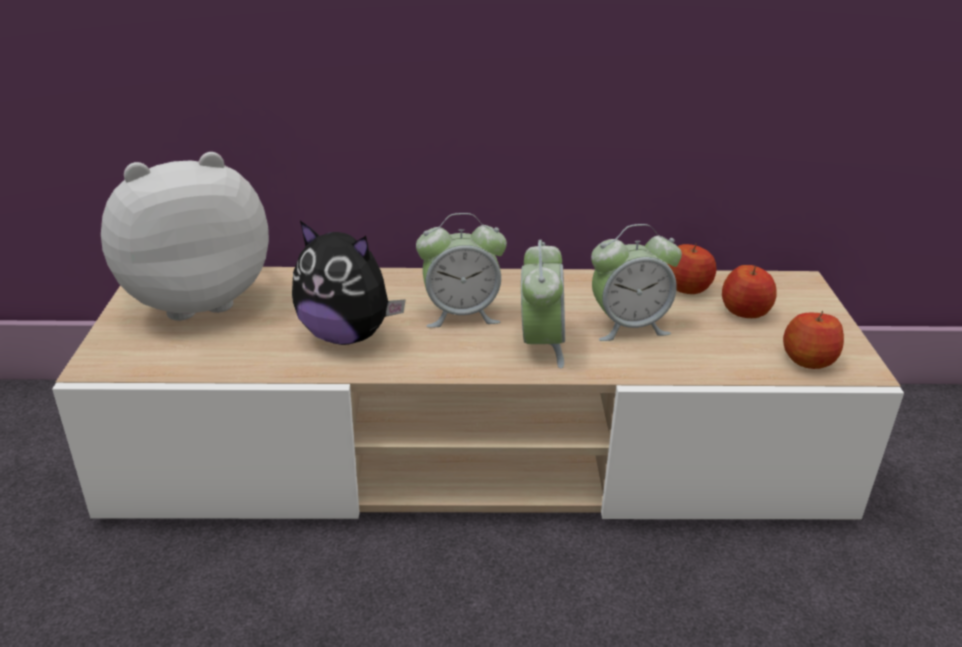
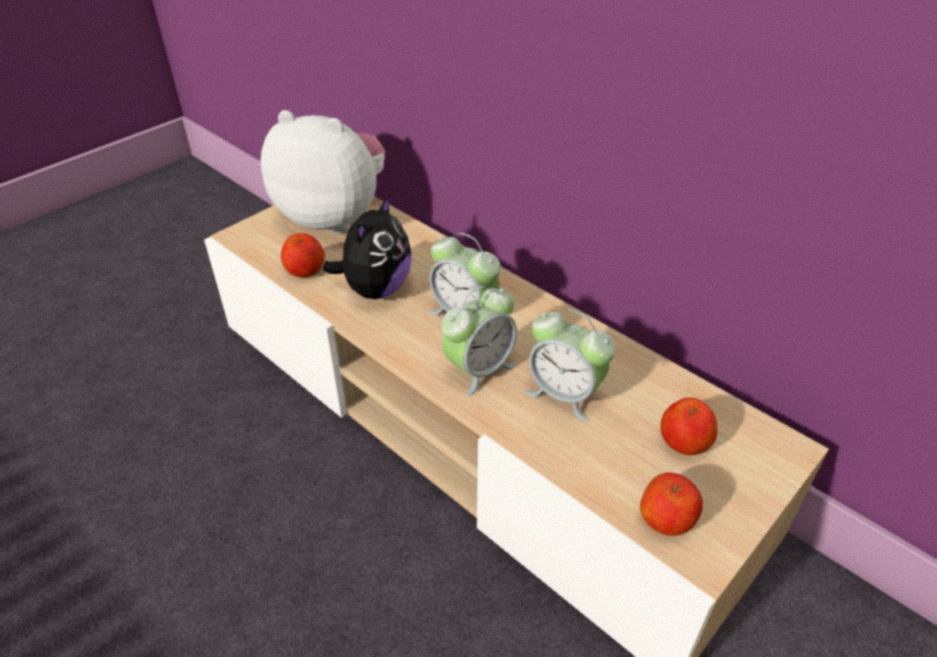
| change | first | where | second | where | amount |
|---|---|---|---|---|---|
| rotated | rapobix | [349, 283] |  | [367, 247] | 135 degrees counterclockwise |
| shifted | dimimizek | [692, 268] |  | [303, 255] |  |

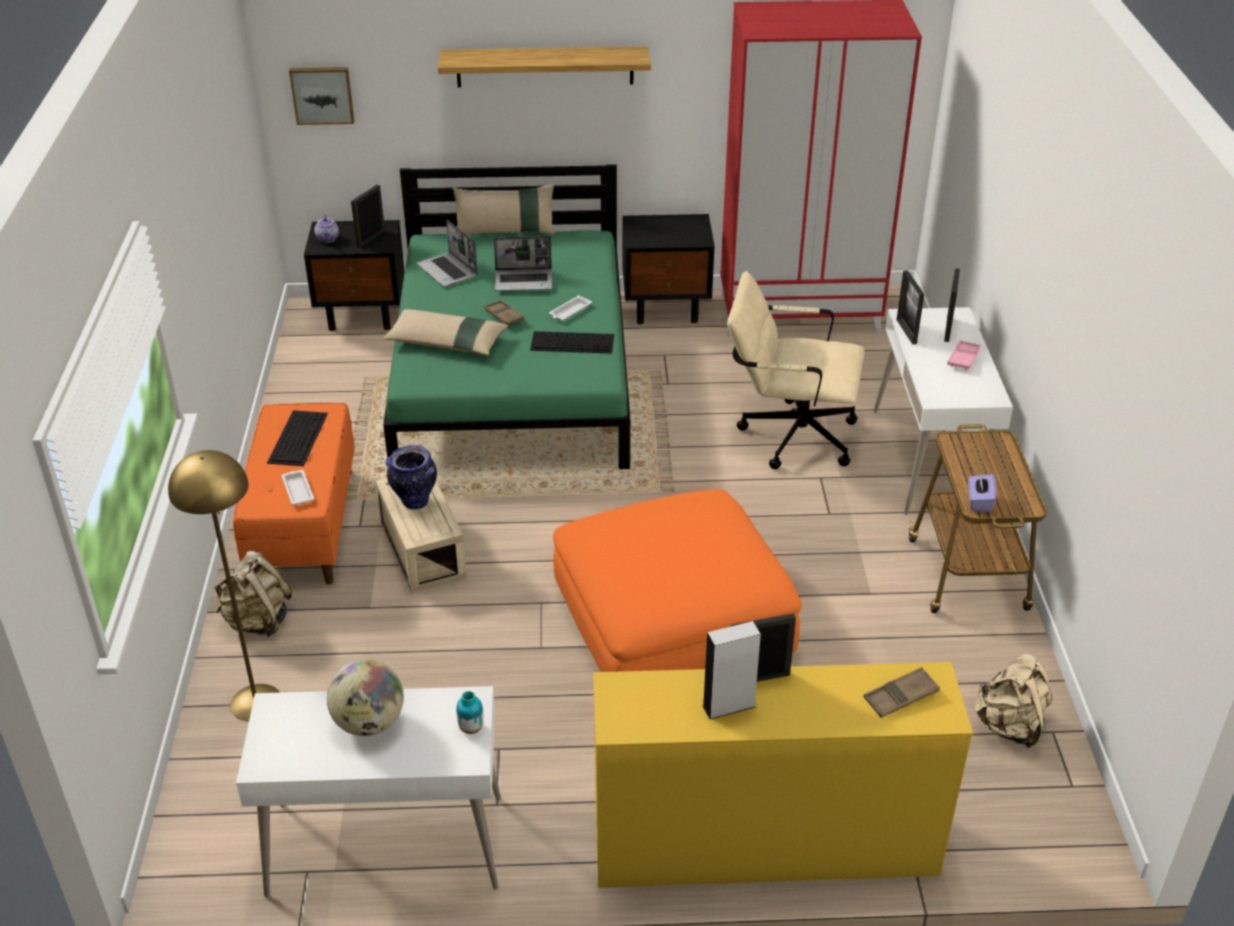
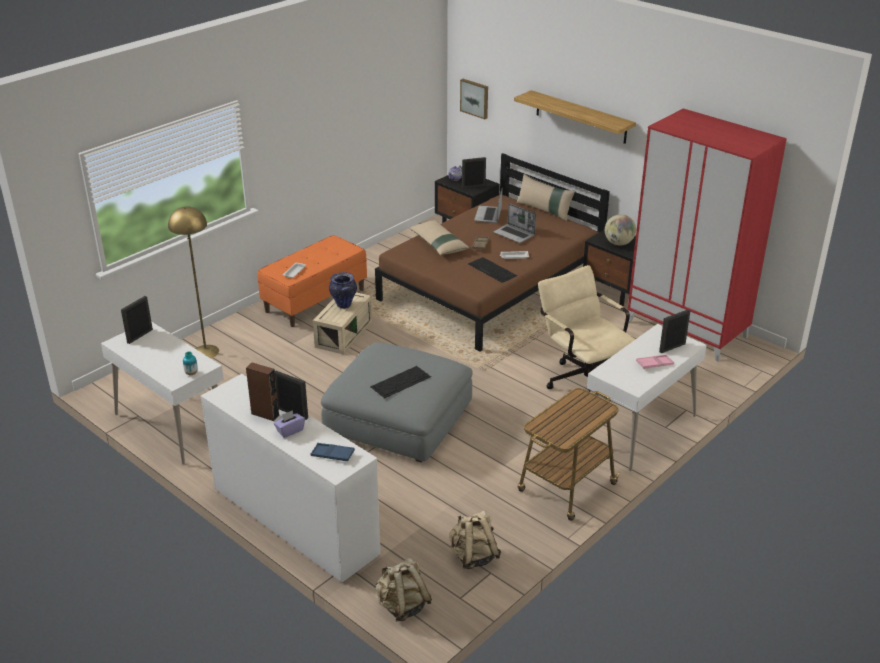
| change | first | where | second | where | amount |
|---|---|---|---|---|---|
| repainted | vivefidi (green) | [506, 316] | vivefidi (brown) | [492, 252] |  |
| shifted | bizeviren | [910, 307] |  | [137, 320] |  |
| shifted | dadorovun | [297, 438] |  | [400, 382] |  |
| shifted | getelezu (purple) | [982, 492] |  | [289, 424] |  |
| repainted | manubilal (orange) | [677, 580] | manubilal (grey) | [397, 403] |  |
| shifted | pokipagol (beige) | [253, 594] |  | [403, 589] |  |
| repainted | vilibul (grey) | [731, 670] | vilibul (brown) | [263, 392] |  |
| shifted | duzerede | [365, 698] |  | [620, 230] |  |
| repainted | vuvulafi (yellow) | [783, 775] | vuvulafi (white) | [291, 478] |  |
| repainted | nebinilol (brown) | [902, 692] | nebinilol (blue) | [332, 452] |  |

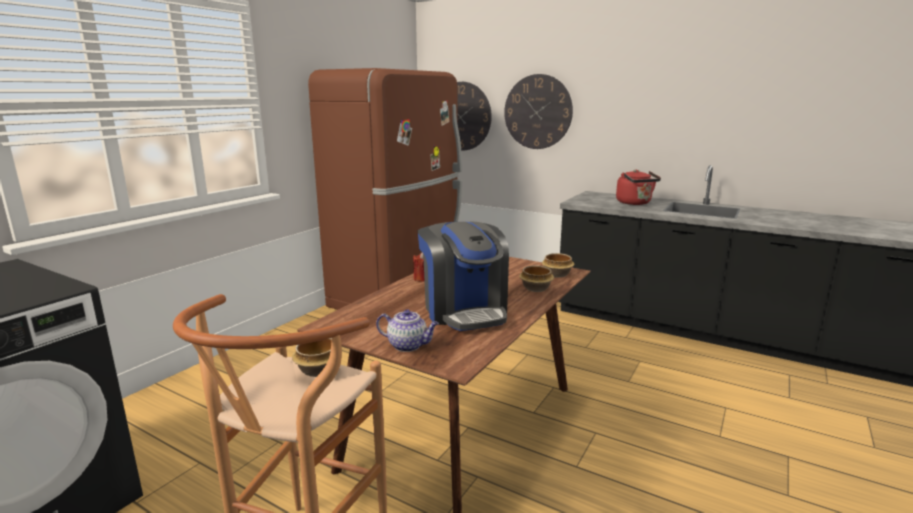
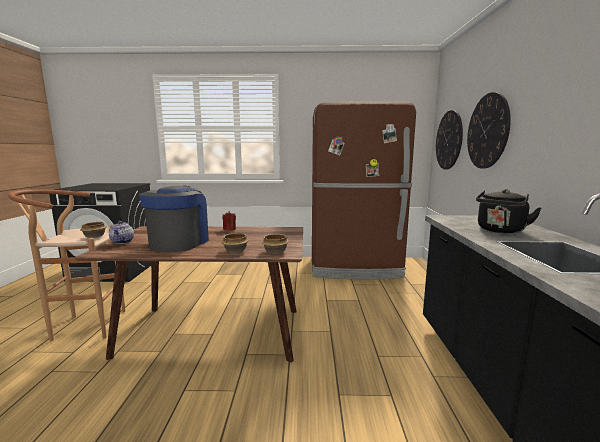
| change | first | where | second | where | amount |
|---|---|---|---|---|---|
| repainted | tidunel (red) | [638, 187] | tidunel (black) | [508, 211] |  |
| rotated | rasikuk | [463, 276] |  | [174, 219] | 150 degrees clockwise |

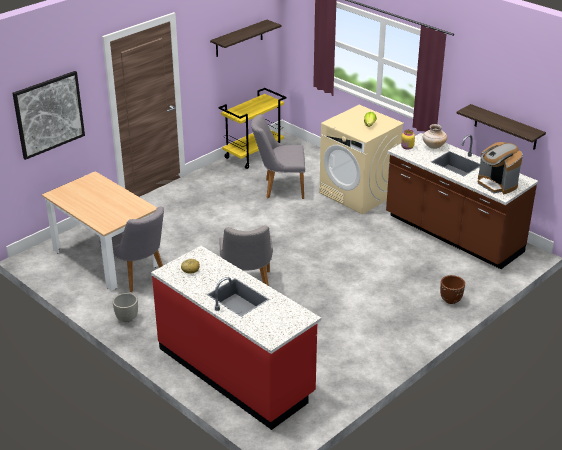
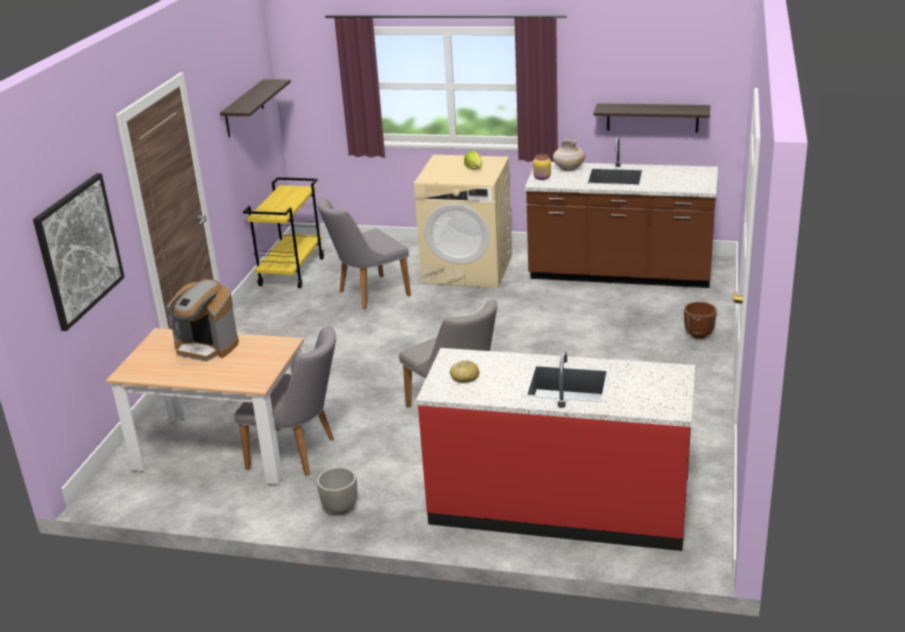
| change | first | where | second | where | amount |
|---|---|---|---|---|---|
| shifted | rasikuk | [500, 168] |  | [203, 320] |  |

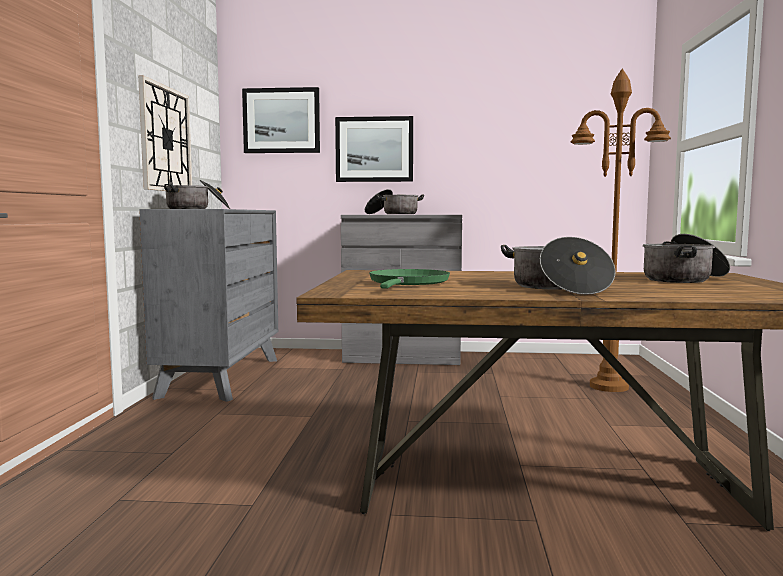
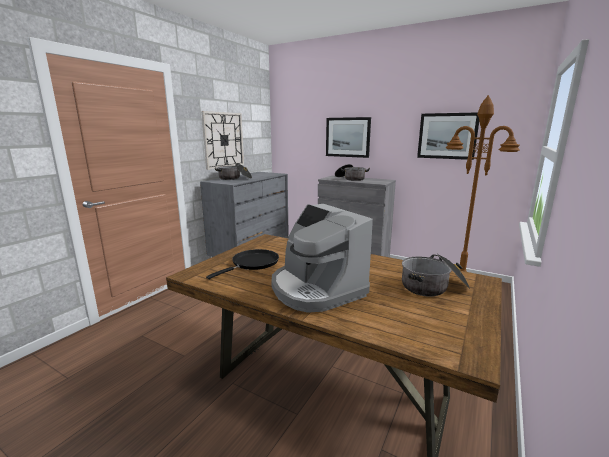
| change | first | where | second | where | amount |
|---|---|---|---|---|---|
| shifted | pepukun | [281, 120] |  | [448, 136] |  |
| swapped | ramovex | [558, 266] | rasikuk | [322, 258] |  |
| repainted | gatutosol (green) | [409, 279] | gatutosol (black) | [242, 264] |  |

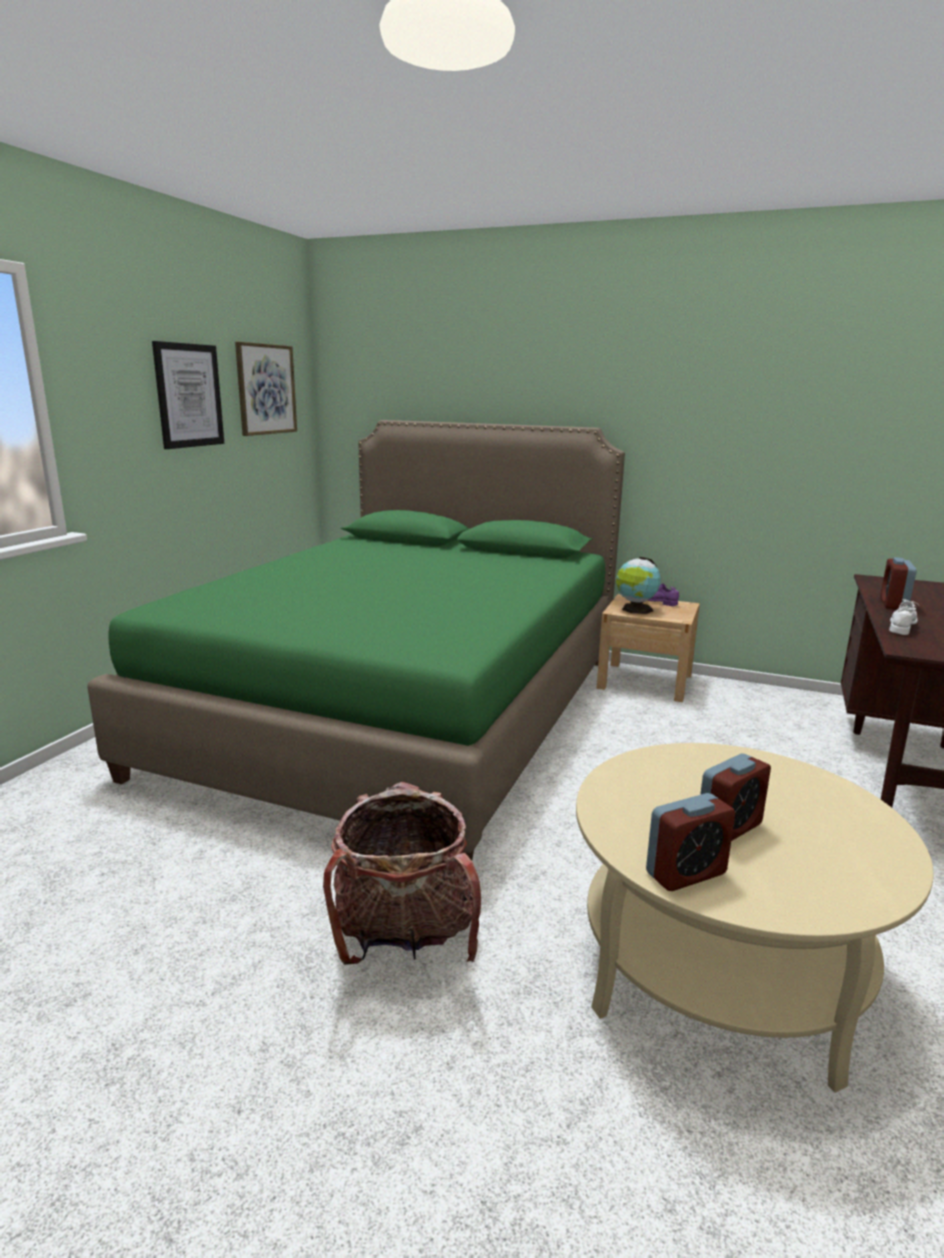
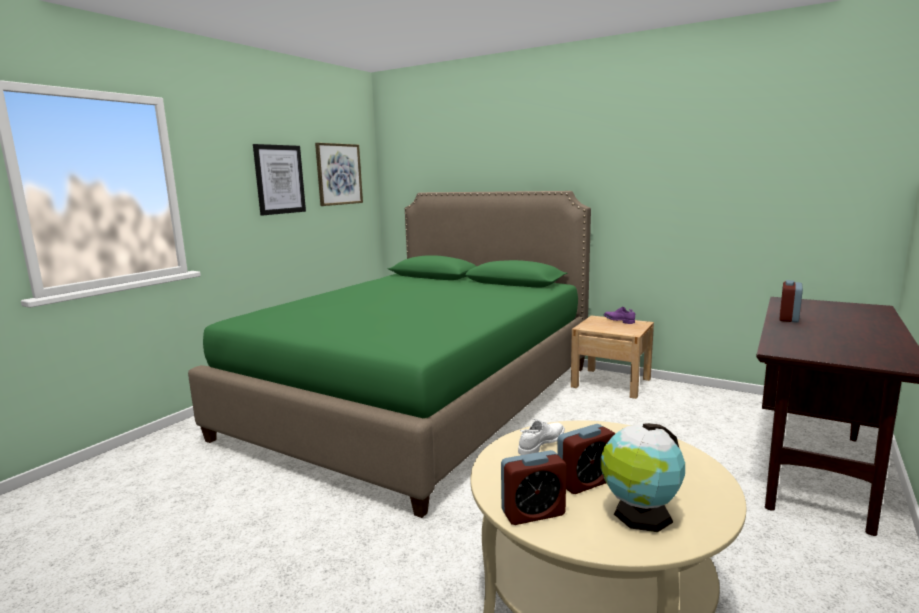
| change | first | where | second | where | amount |
|---|---|---|---|---|---|
| shifted | duzerede | [638, 585] |  | [643, 477] |  |
| shifted | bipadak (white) | [903, 617] |  | [541, 437] |  |
| gone | pokipagol | [402, 873] |  |  |  |

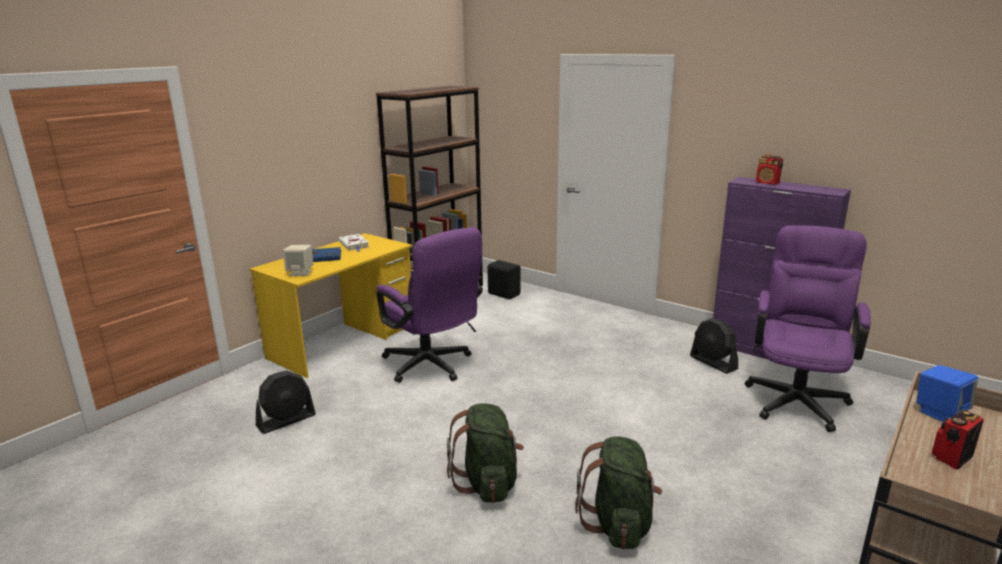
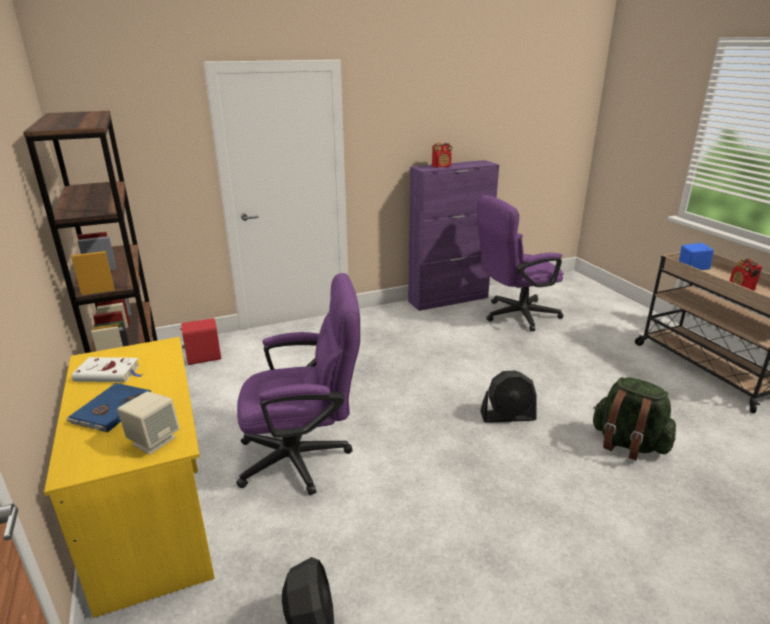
| change | first | where | second | where | amount |
|---|---|---|---|---|---|
| rotated | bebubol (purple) | [808, 328] |  | [520, 263] | 75 degrees counterclockwise |
| repainted | vilibul (black) | [504, 279] | vilibul (red) | [200, 341] |  |
| shifted | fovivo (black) | [714, 346] |  | [508, 397] |  |
| gone | pokipagol (green) | [485, 453] |  |  |  |

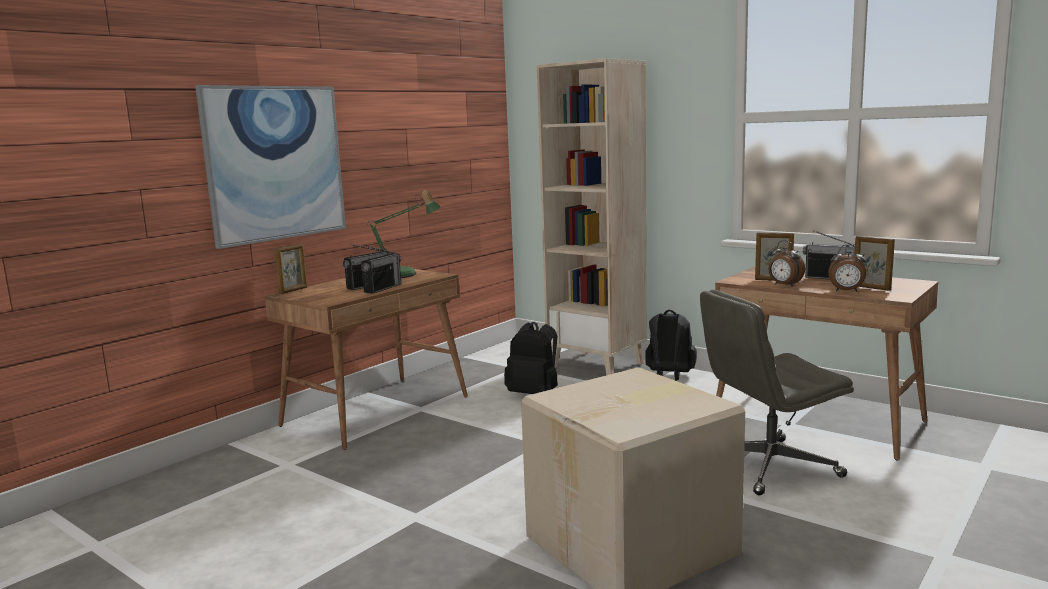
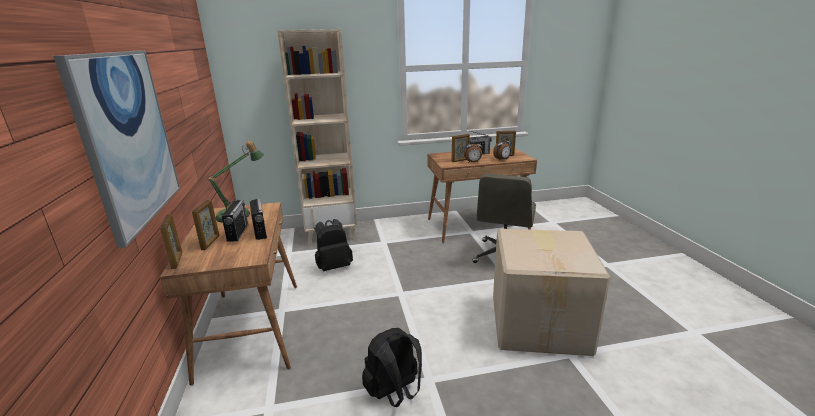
| change | first | where | second | where | amount |
|---|---|---|---|---|---|
| shifted | pokipagol (black) | [671, 345] |  | [392, 367] |  |
| new |  |  | bizeviren | [206, 224] |  |

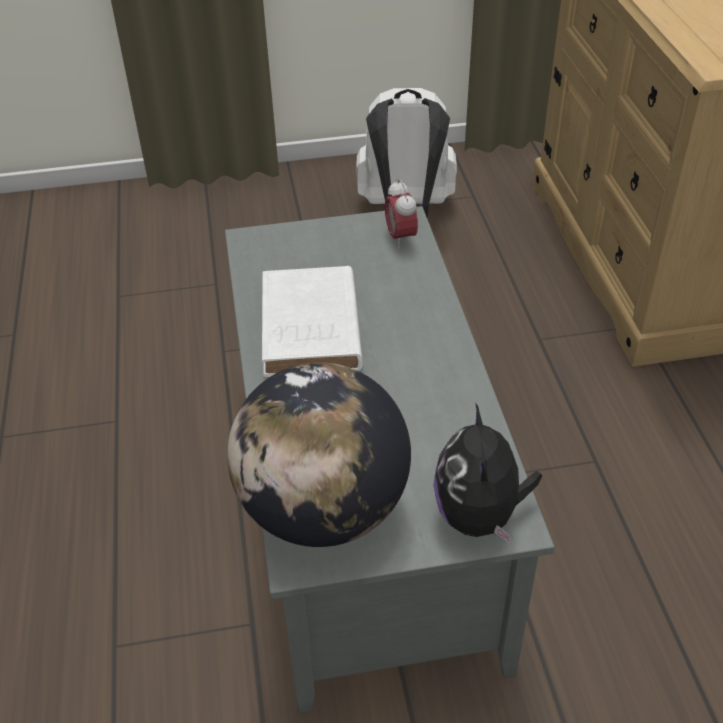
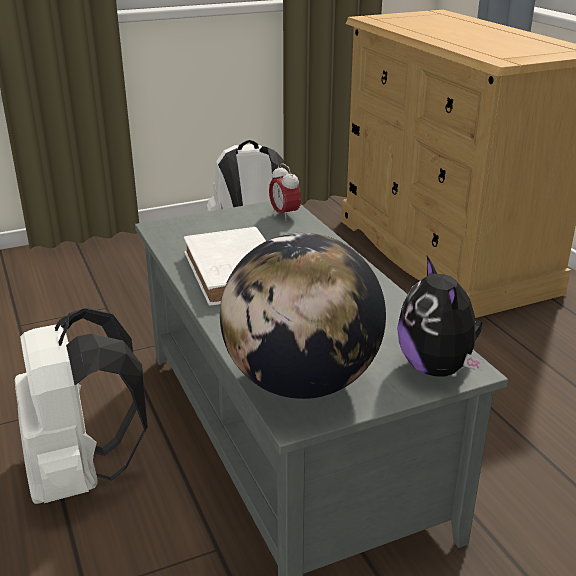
| change | first | where | second | where | amount |
|---|---|---|---|---|---|
| new |  |  | pokipagol (white) | [81, 406] |  |

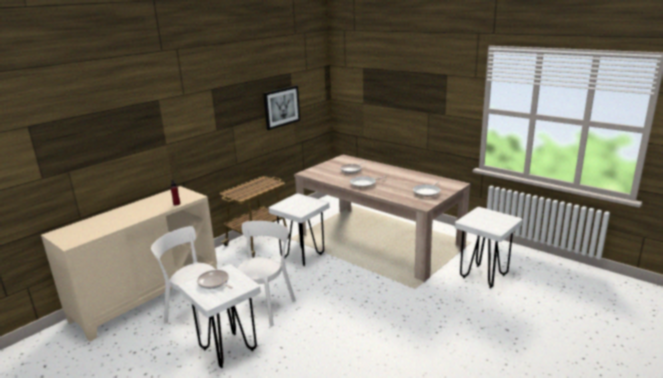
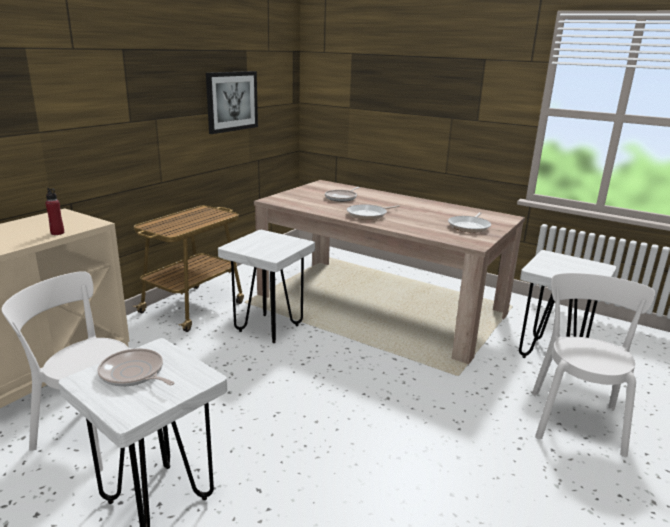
| change | first | where | second | where | amount |
|---|---|---|---|---|---|
| shifted | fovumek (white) | [265, 273] |  | [593, 365] |  |

